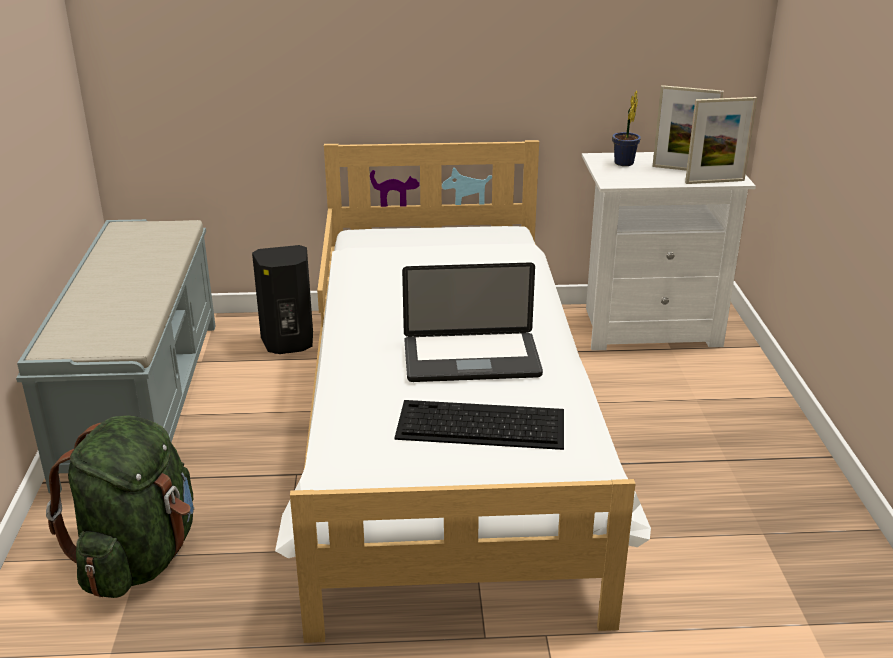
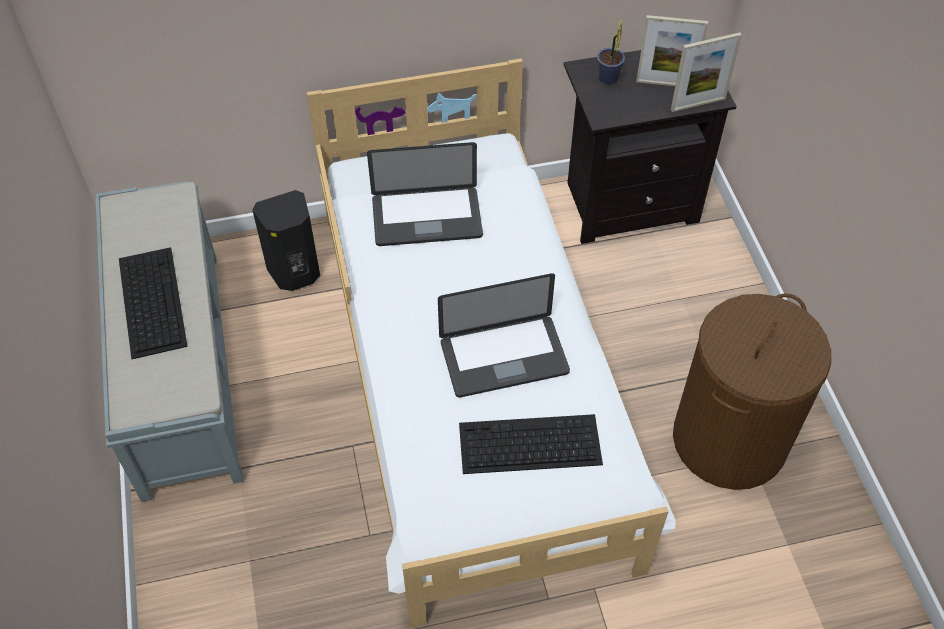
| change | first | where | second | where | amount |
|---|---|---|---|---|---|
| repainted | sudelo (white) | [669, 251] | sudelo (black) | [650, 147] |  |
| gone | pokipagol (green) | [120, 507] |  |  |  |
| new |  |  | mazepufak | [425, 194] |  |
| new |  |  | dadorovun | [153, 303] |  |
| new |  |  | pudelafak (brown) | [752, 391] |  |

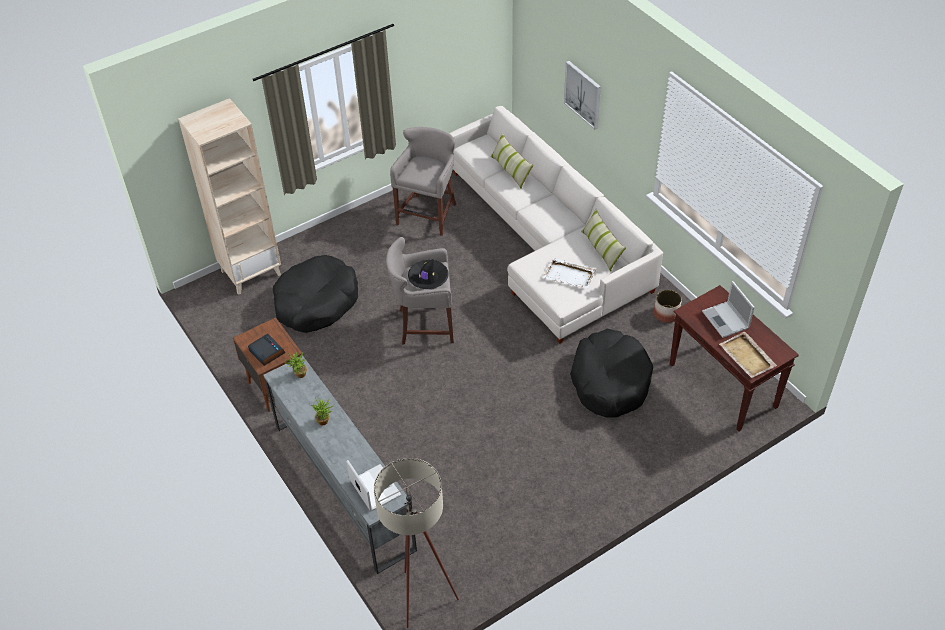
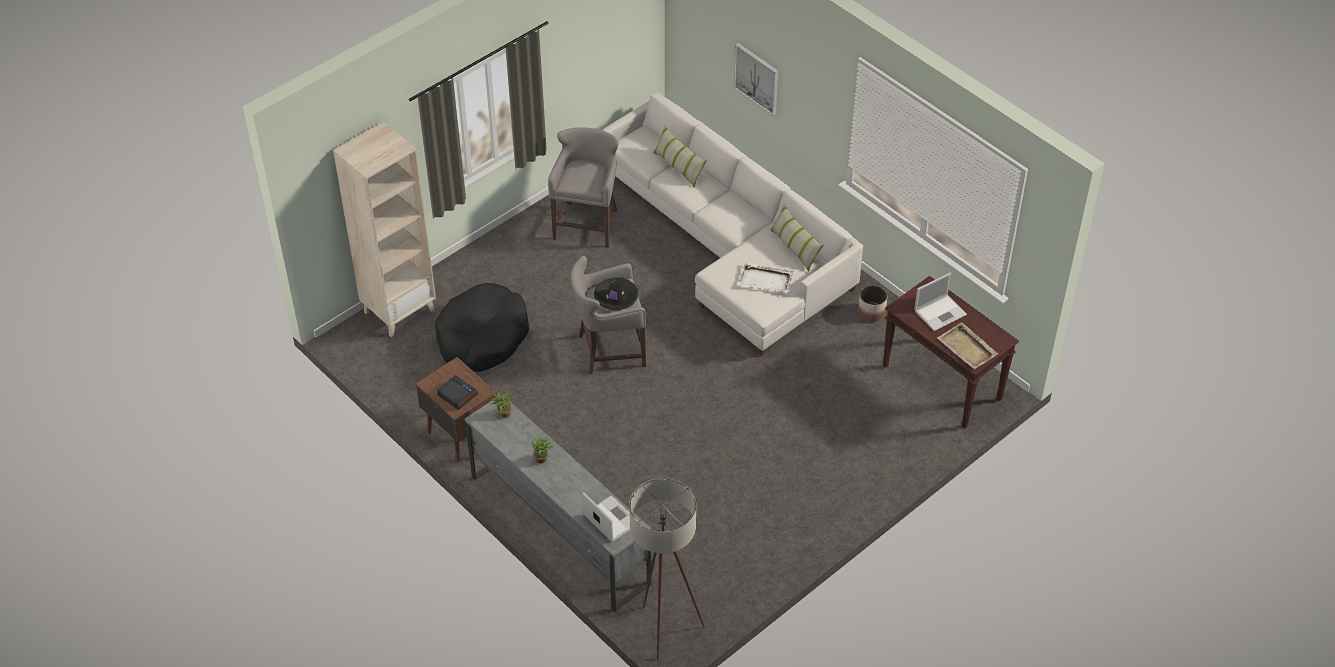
| change | first | where | second | where | amount |
|---|---|---|---|---|---|
| rotated | mazepufak | [728, 309] |  | [940, 302] | 90 degrees counterclockwise |
| gone | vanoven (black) | [611, 373] |  |  |  |

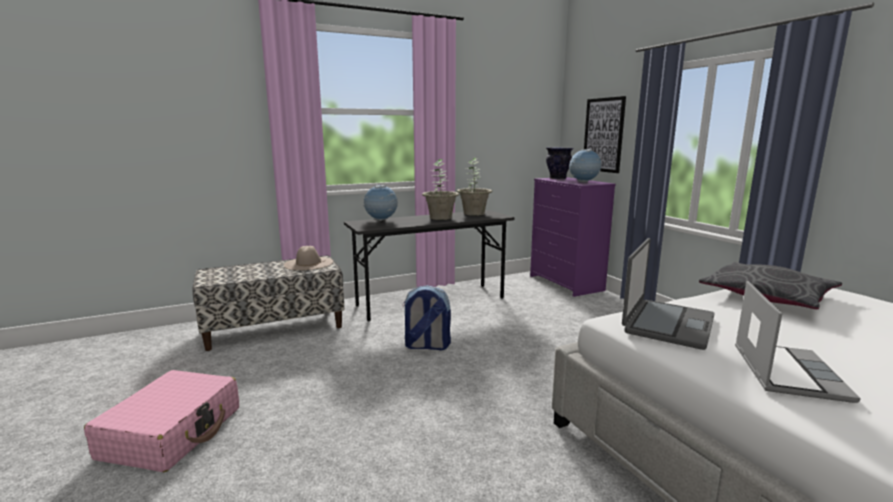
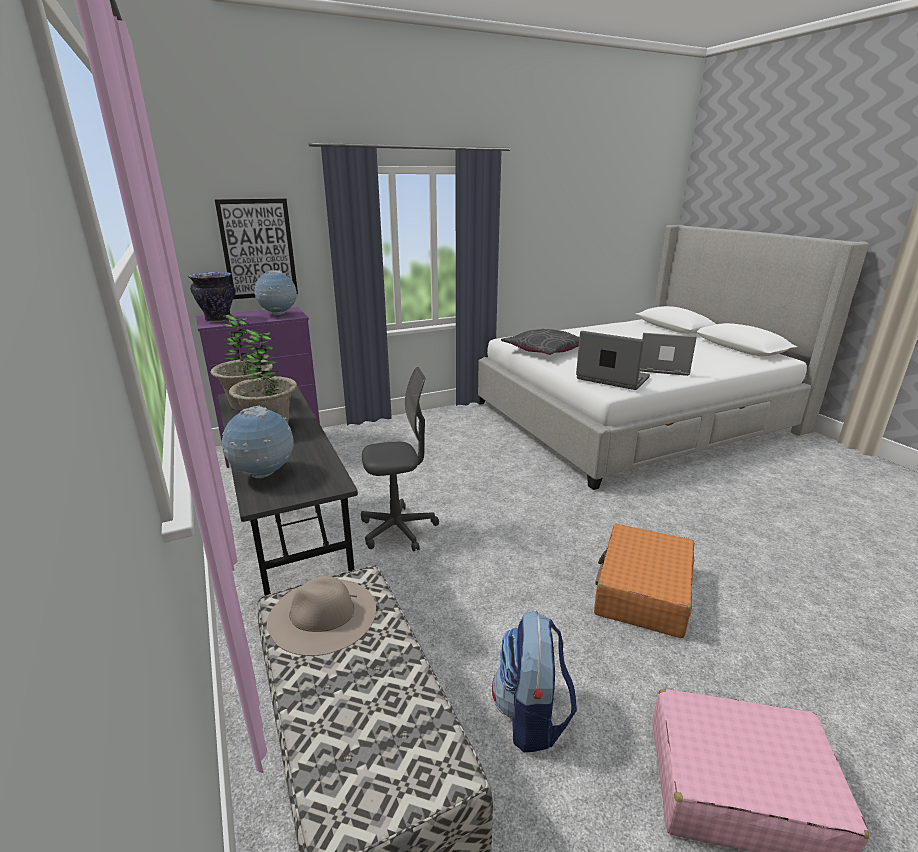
| change | first | where | second | where | amount |
|---|---|---|---|---|---|
| shifted | pokipagol | [426, 317] |  | [534, 681] |  |
| new |  |  | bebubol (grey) | [400, 459] |  |
| new |  |  | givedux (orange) | [644, 581] |  |

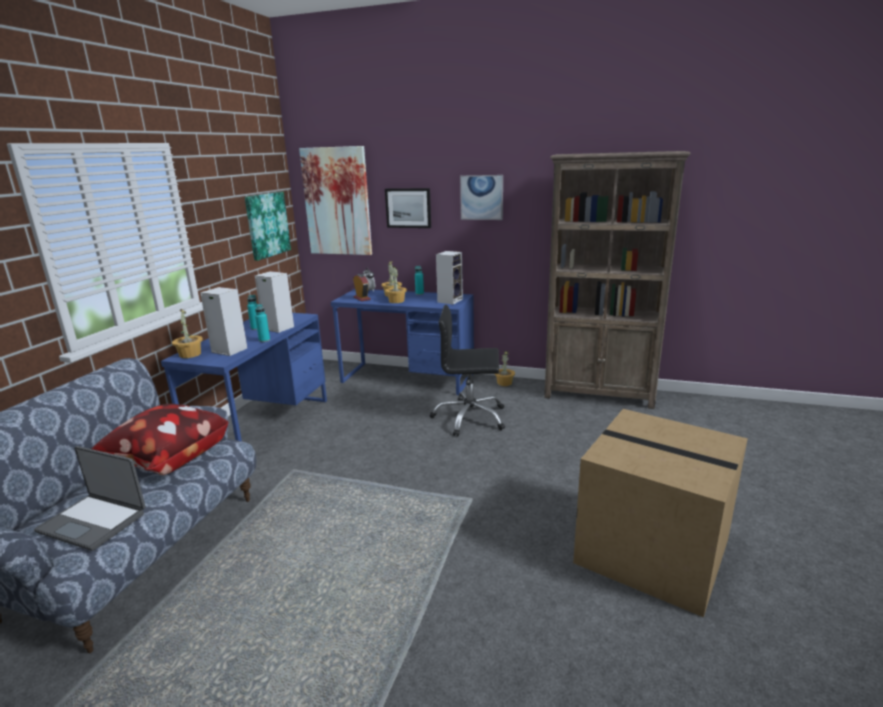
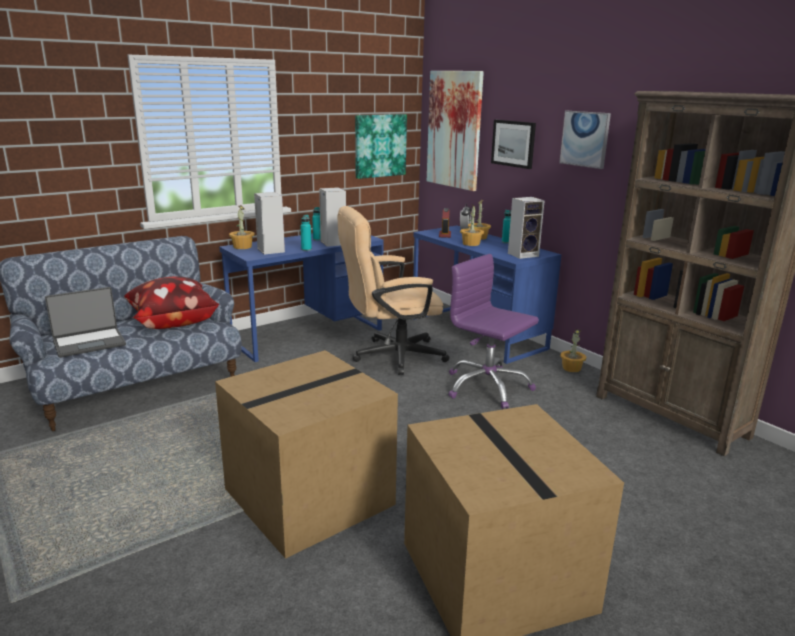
| change | first | where | second | where | amount |
|---|---|---|---|---|---|
| repainted | bebubol (black) | [467, 370] | bebubol (purple) | [494, 331] |  |
| rotated | mazepufak | [90, 498] |  | [85, 322] | 90 degrees counterclockwise |
| new |  |  | bebubol (beige) | [393, 290] |  |
| new |  |  | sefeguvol | [306, 454] |  |

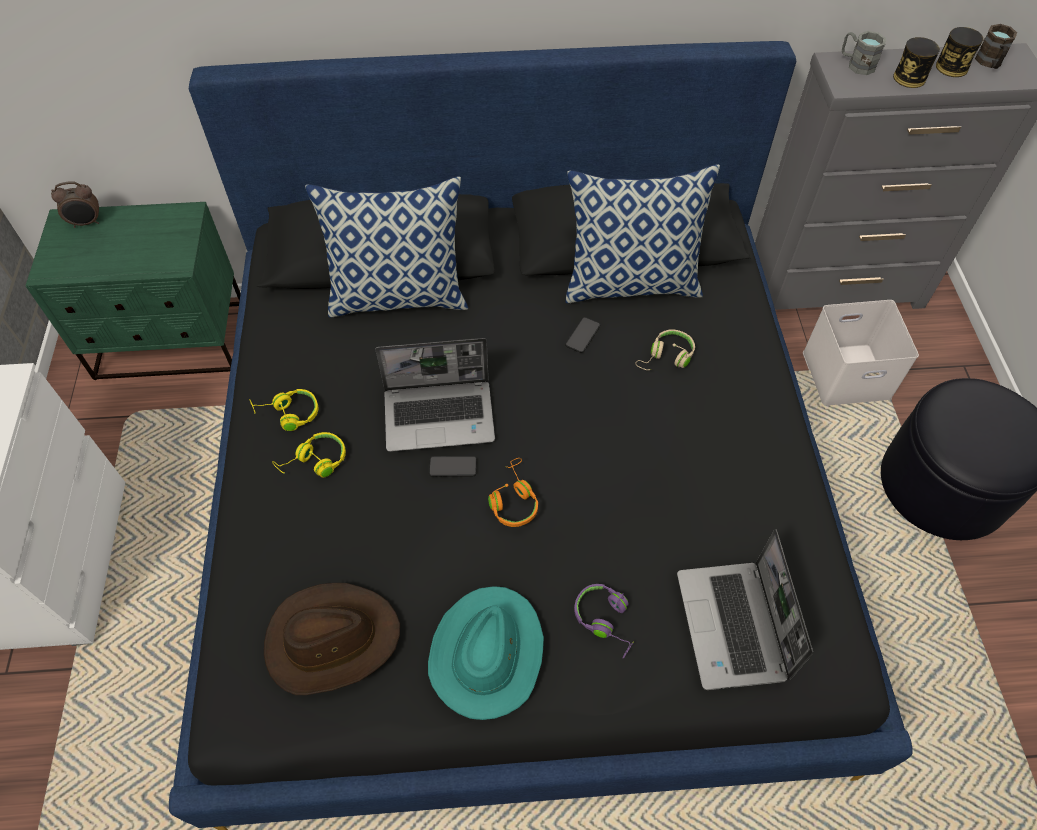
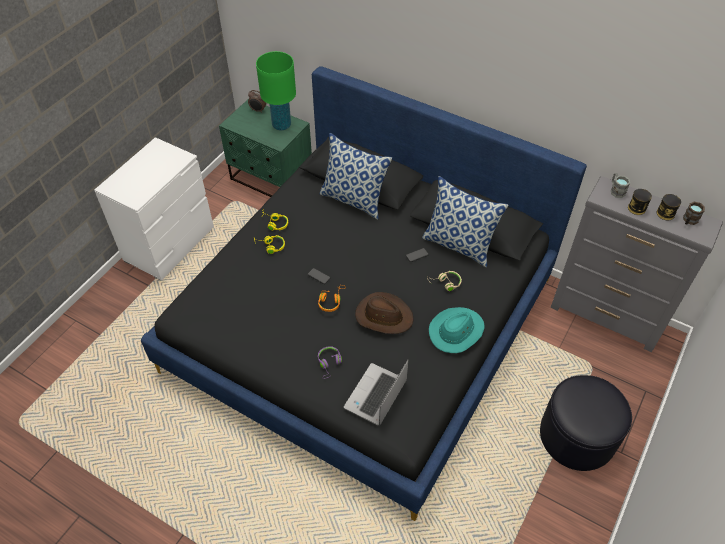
| change | first | where | second | where | amount |
|---|---|---|---|---|---|
| gone | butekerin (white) | [861, 353] |  |  |  |
| gone | mazepufak | [435, 395] |  |  |  |
| shifted | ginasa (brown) | [332, 639] |  | [384, 313] |  |
| shifted | ginasa (turquoise) | [486, 653] |  | [456, 330] |  |
| new |  |  | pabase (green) | [276, 91] |  |

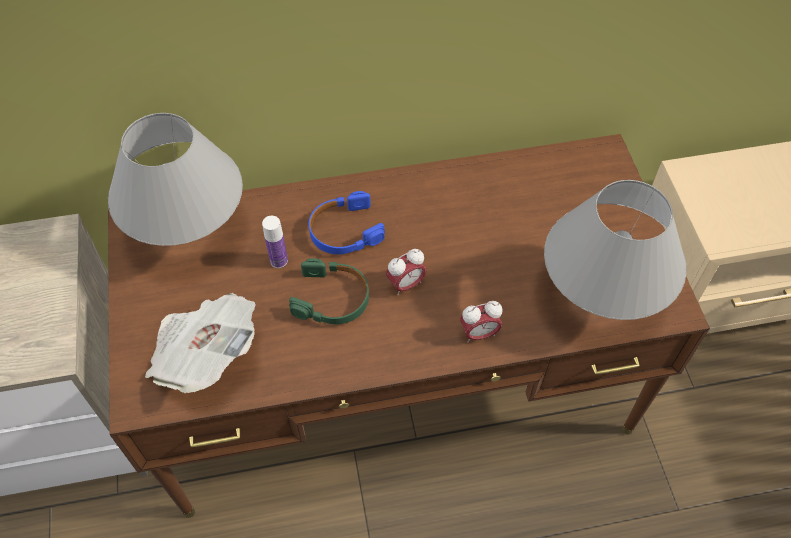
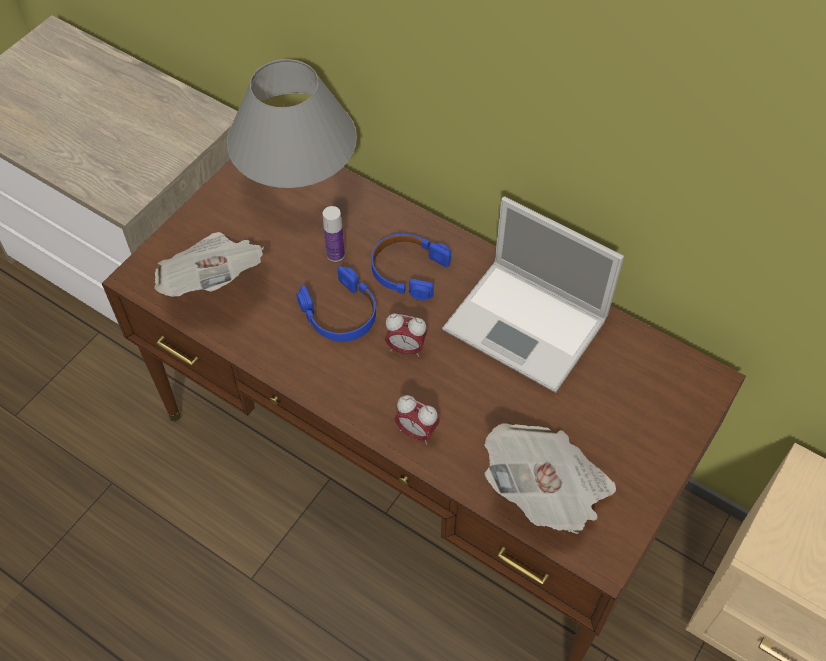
| change | first | where | second | where | amount |
|---|---|---|---|---|---|
| swapped | pabase (grey) | [615, 250] | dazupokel | [550, 478] |  |
| repainted | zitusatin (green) | [329, 291] | zitusatin (blue) | [336, 304] |  |
| new |  |  | mazepufak | [533, 294] |  |

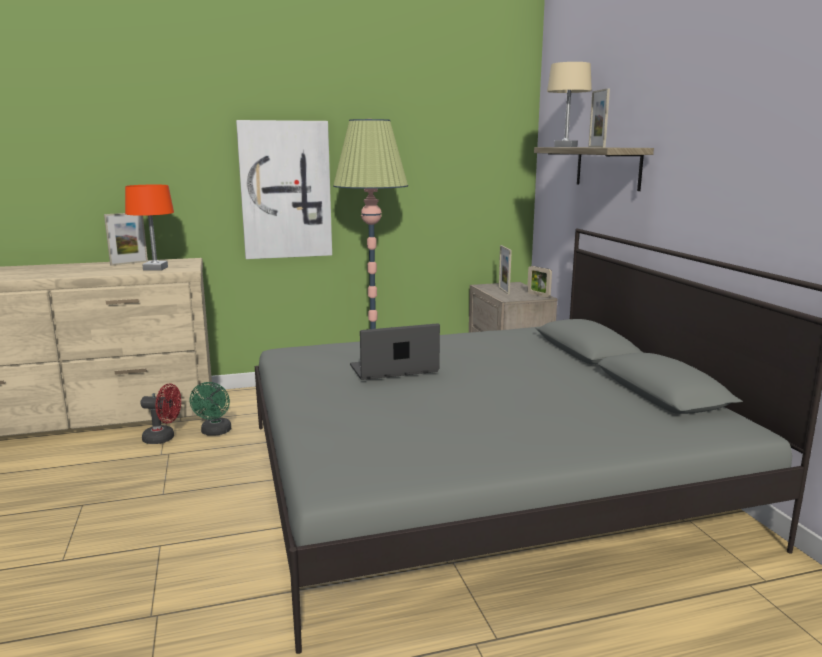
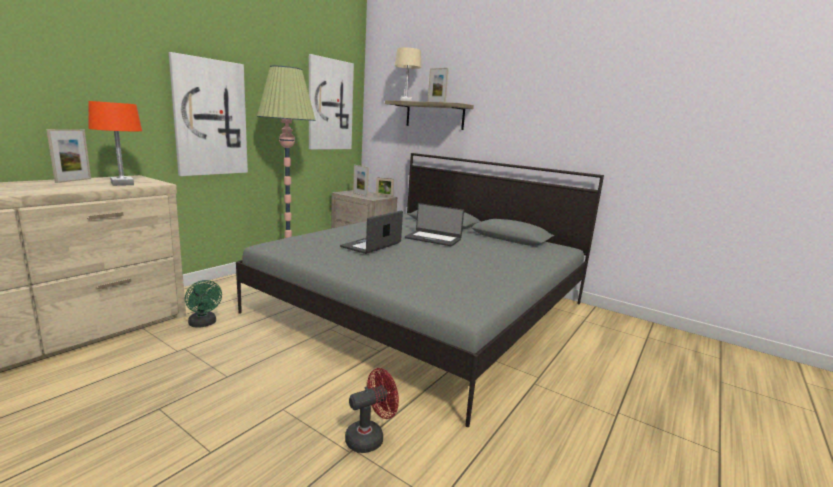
| change | first | where | second | where | amount |
|---|---|---|---|---|---|
| shifted | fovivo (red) | [160, 413] |  | [372, 410] |  |
| new |  |  | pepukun | [331, 102] |  |
| new |  |  | mazepufak | [434, 224] |  |

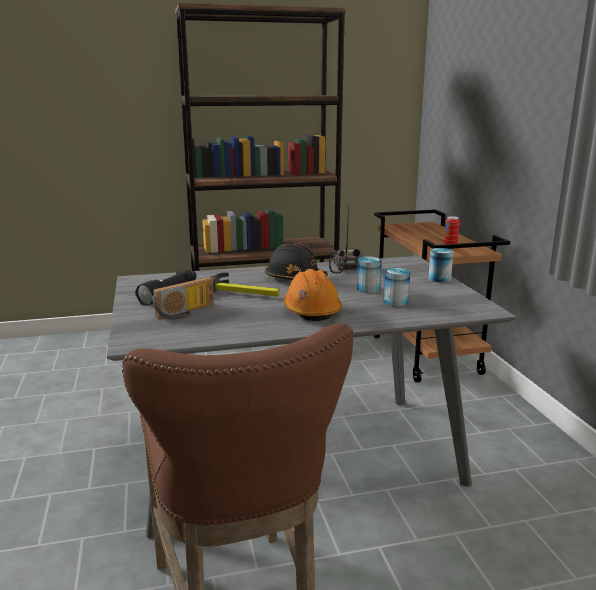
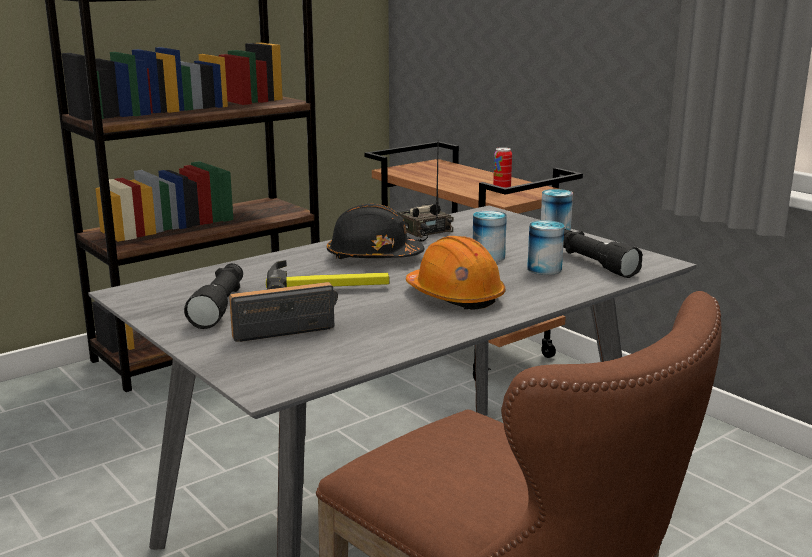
| change | first | where | second | where | amount |
|---|---|---|---|---|---|
| rotated | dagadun | [183, 298] |  | [283, 312] | 135 degrees counterclockwise |
| new |  |  | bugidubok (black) | [603, 253] |  |

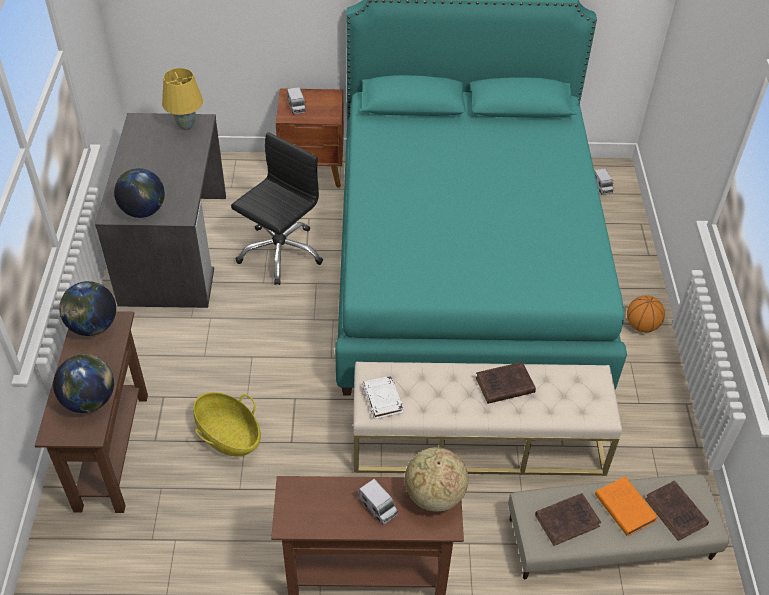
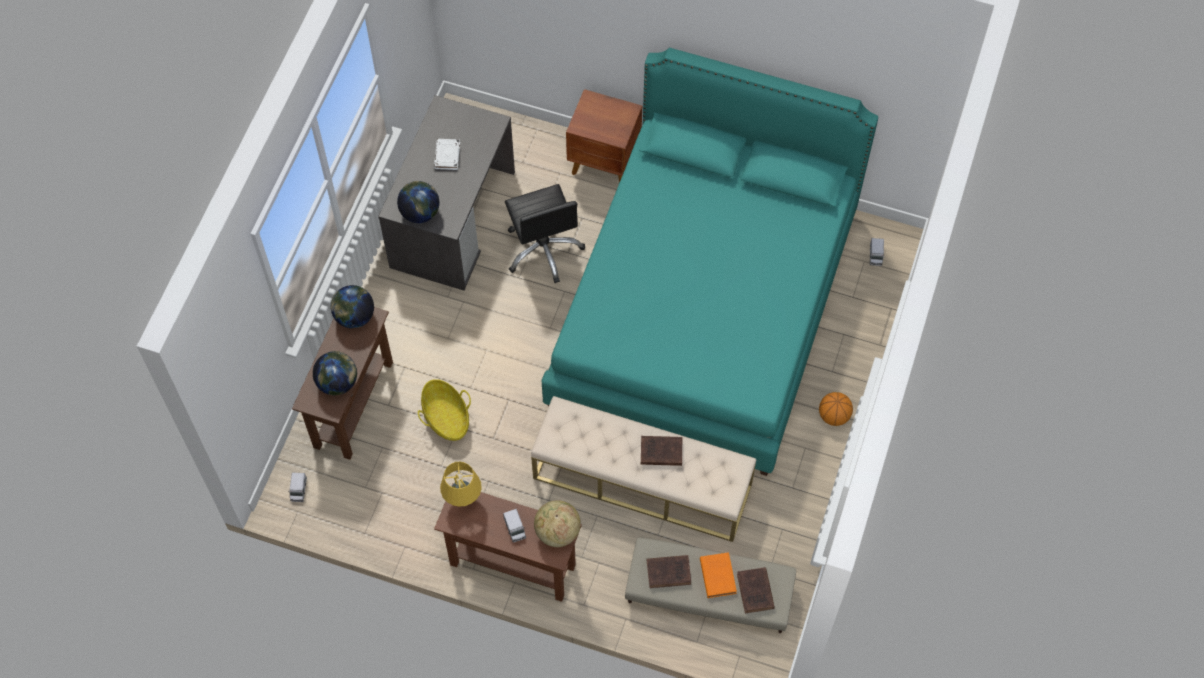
| change | first | where | second | where | amount |
|---|---|---|---|---|---|
| shifted | pabase (yellow) | [182, 99] |  | [461, 484] |  |
| shifted | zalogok | [296, 100] |  | [297, 487] |  |
| rotated | bebubol (black) | [277, 208] |  | [545, 233] | 105 degrees clockwise |
| shifted | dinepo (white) | [382, 397] |  | [447, 154] |  |

